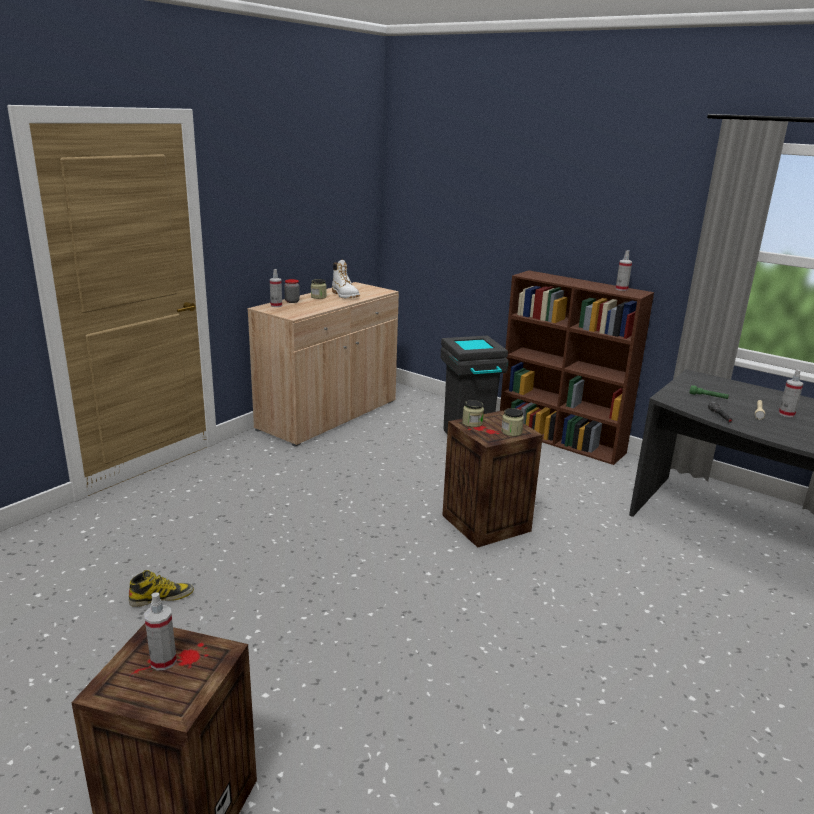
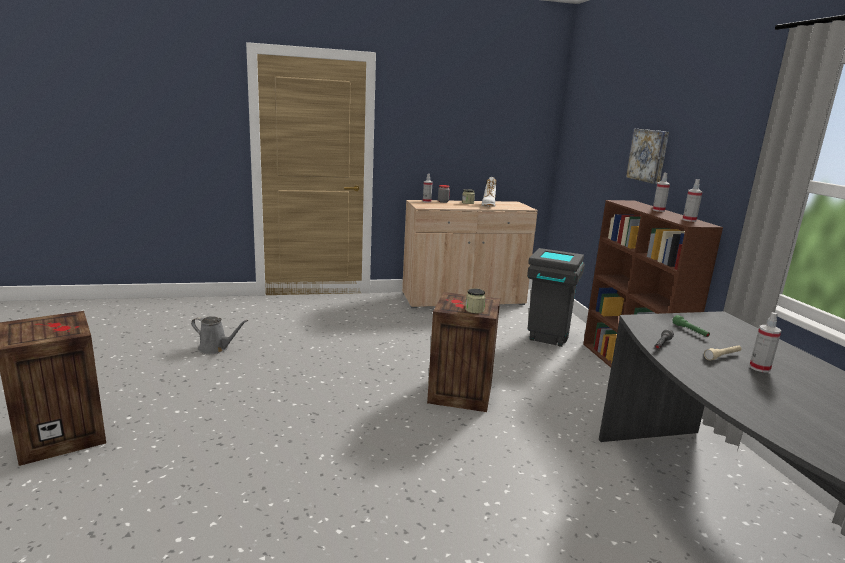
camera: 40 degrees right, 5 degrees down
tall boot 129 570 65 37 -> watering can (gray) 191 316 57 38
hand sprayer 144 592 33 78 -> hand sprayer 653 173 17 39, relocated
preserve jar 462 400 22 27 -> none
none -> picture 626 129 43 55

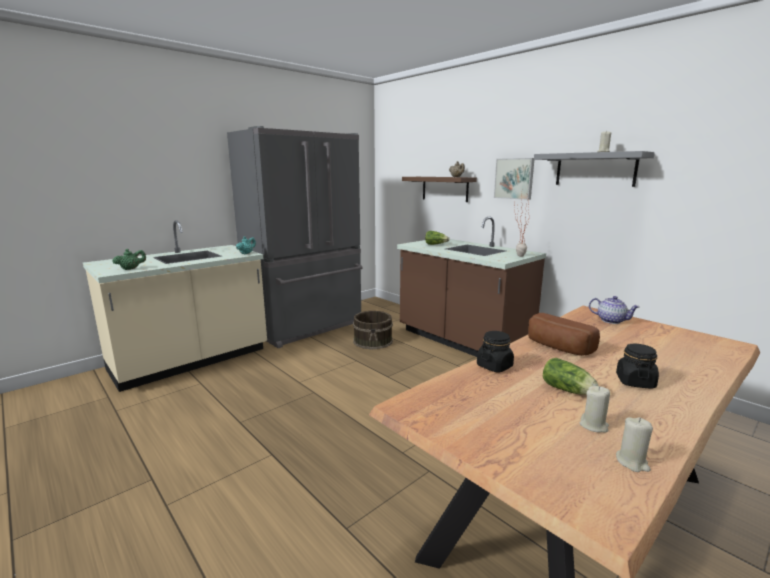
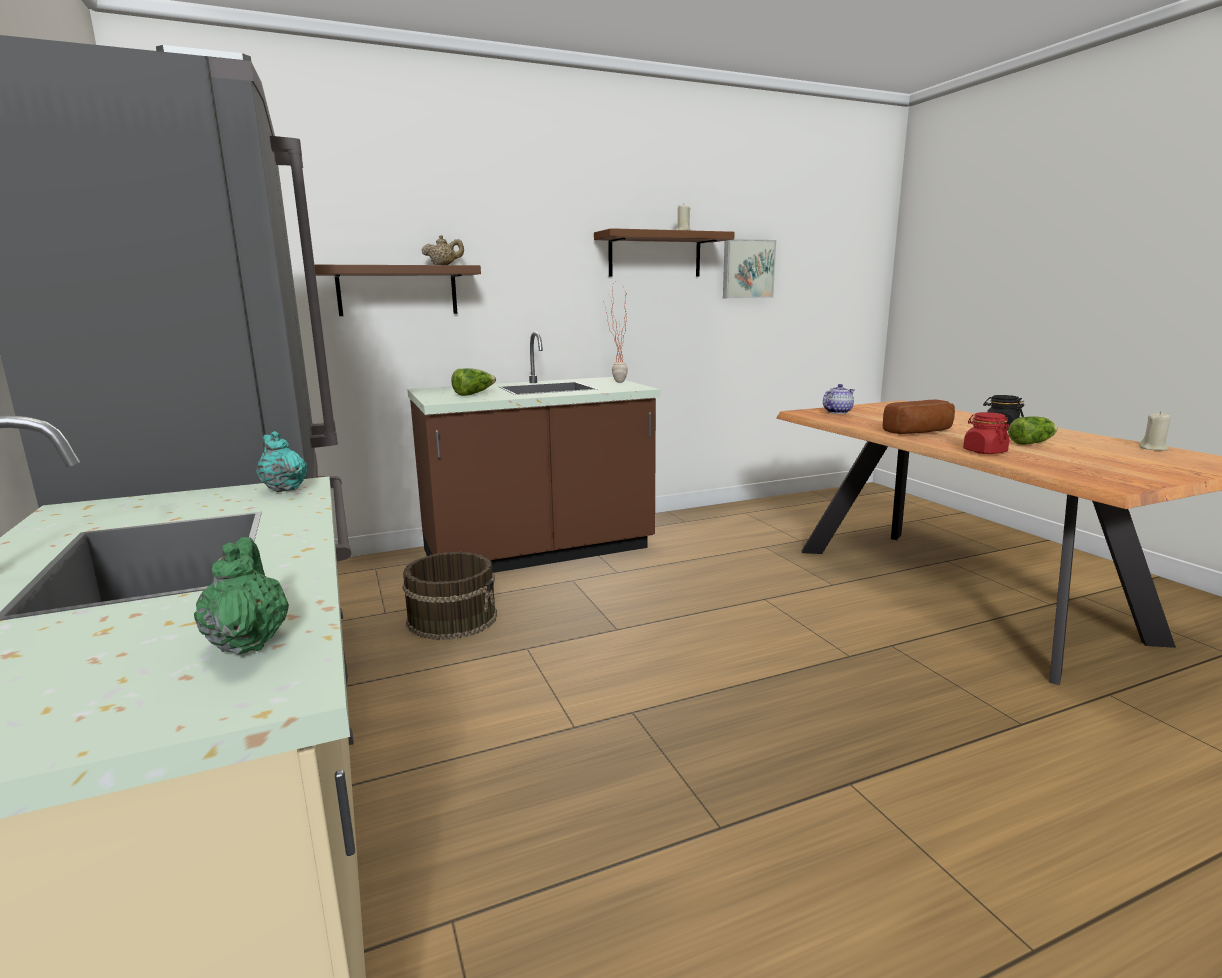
camera: 70 degrees left, 0 degrees up
preserve jar (blackish) 477 331 37 41 -> preserve jar (red) 963 412 47 42
picture 494 158 40 42 -> picture 723 239 53 59, relocated
bracket shelf (gray) 534 151 121 36 -> bracket shelf (brownish) 594 228 141 49
wax light (beige) 580 386 30 46 -> none

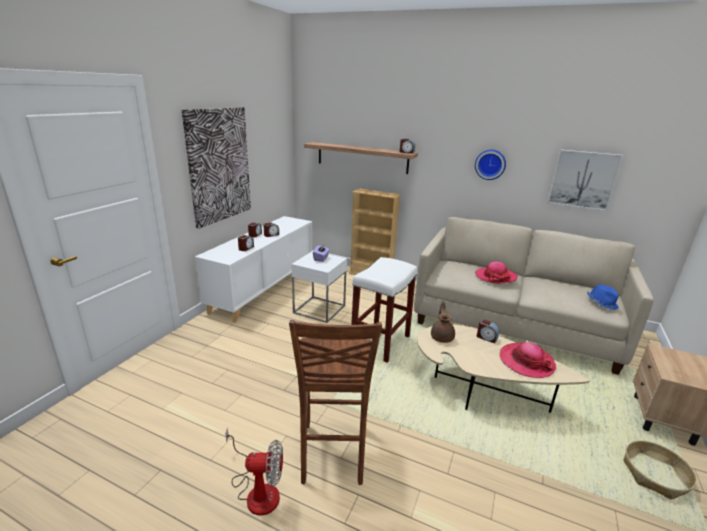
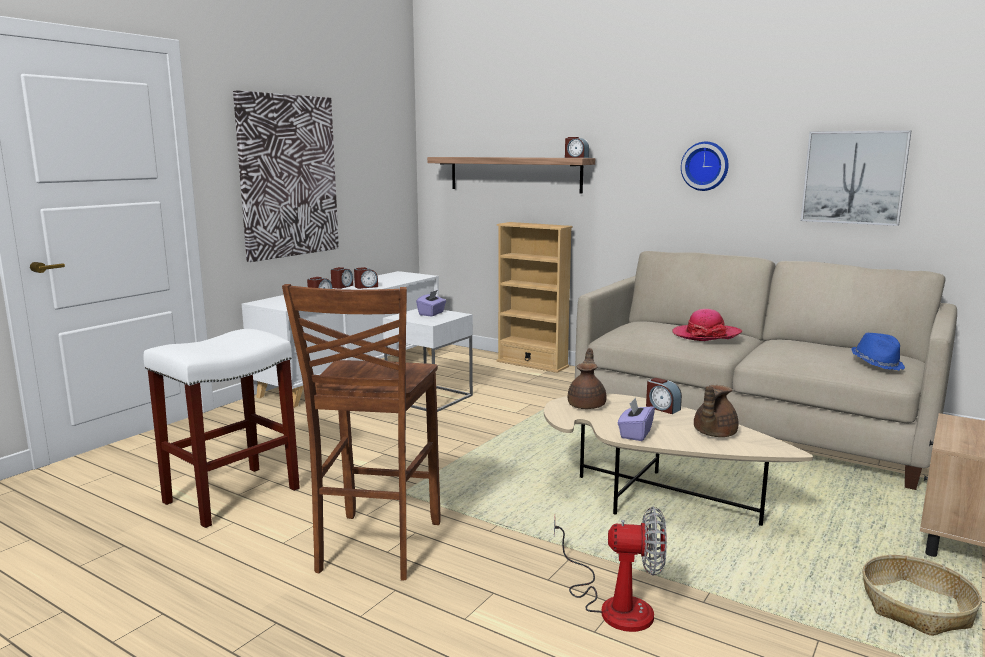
camera: 10 degrees right, 10 degrees down
cooling fan 225 428 58 88 -> cooling fan 554 506 113 126, relocated
sitting stool (whitish) 351 257 66 106 -> sitting stool (whitish) 143 329 157 199, relocated
hat 500 342 56 36 -> tea pot (brownish) 694 385 44 52
none -> box of tissues (purple-coloured) 618 397 37 44

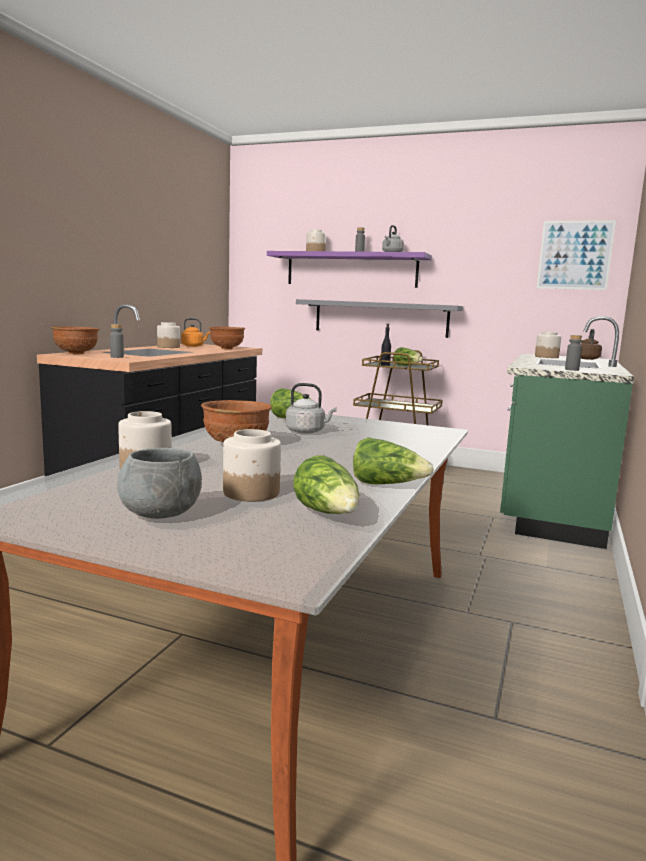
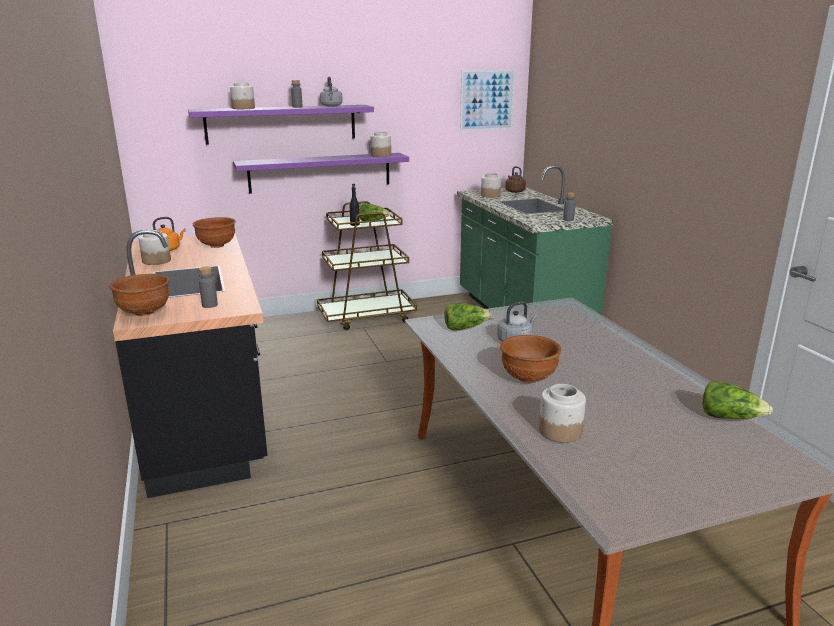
camera: 40 degrees left, 10 degrees up
serving bowl (gray) 117 448 85 71 -> none
preserve jar 223 429 58 73 -> preserve jar 371 132 20 25, relocated
bracket shelf (gray) 296 299 167 39 -> bracket shelf (purple-coloured) 233 153 176 41
lettuce head 353 437 81 48 -> none

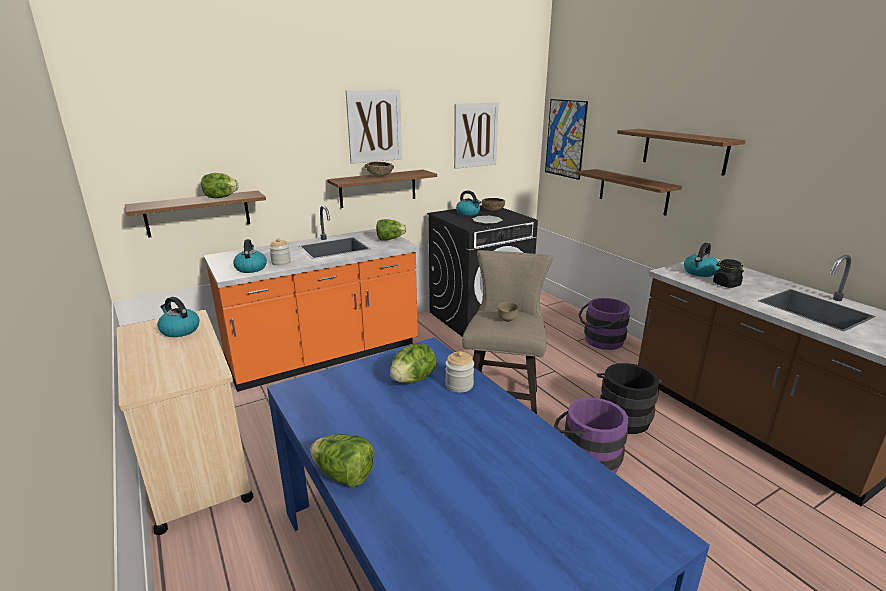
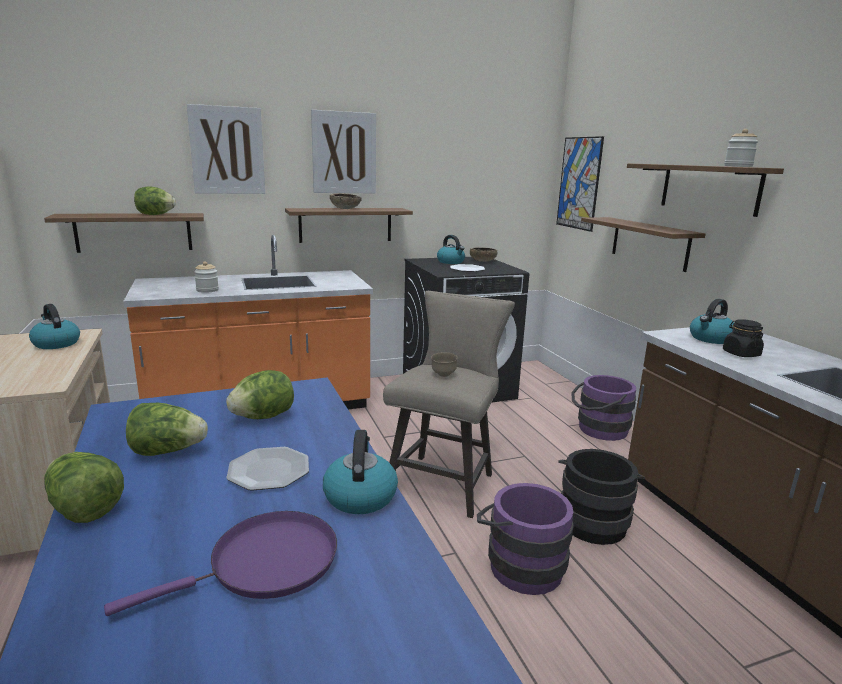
camera: 10 degrees right, 5 degrees down
kettle 233 239 34 34 -> kettle 323 430 75 84, relocated
lettuce head 376 219 30 22 -> lettuce head 126 403 82 53, relocated
preserve jar 445 351 29 42 -> preserve jar 724 129 34 38, relocated
picture 454 102 45 67 -> picture 187 104 78 90, relocated
none -> frying pan (purple-coloured) 104 511 233 105
none -> flat dish 226 447 83 44

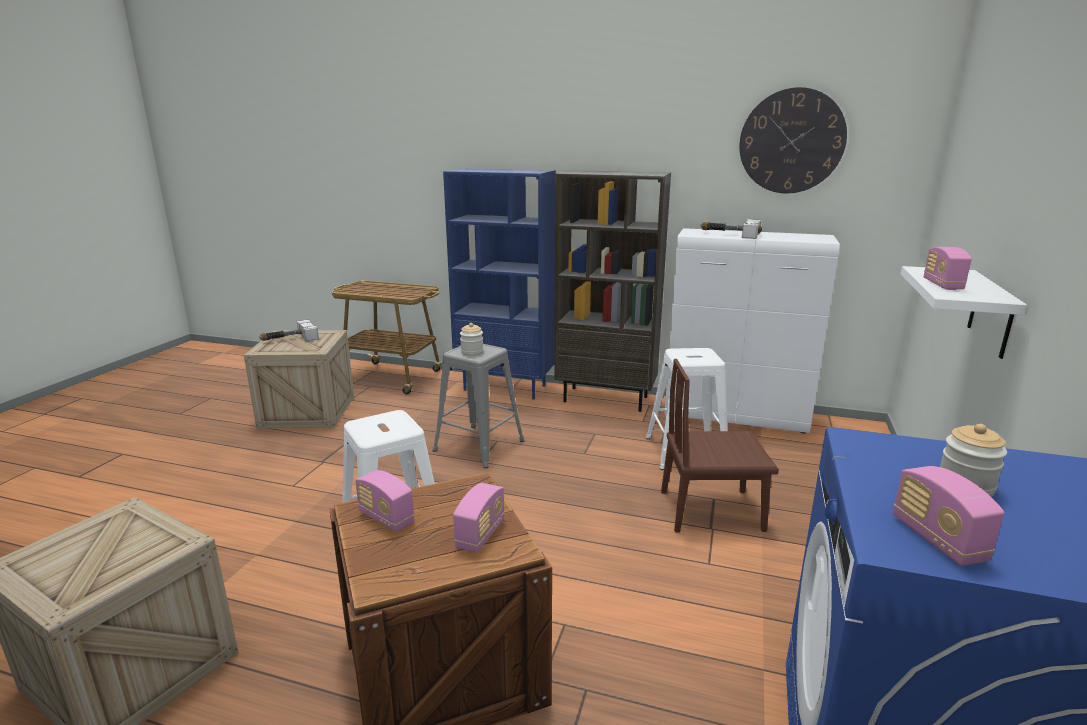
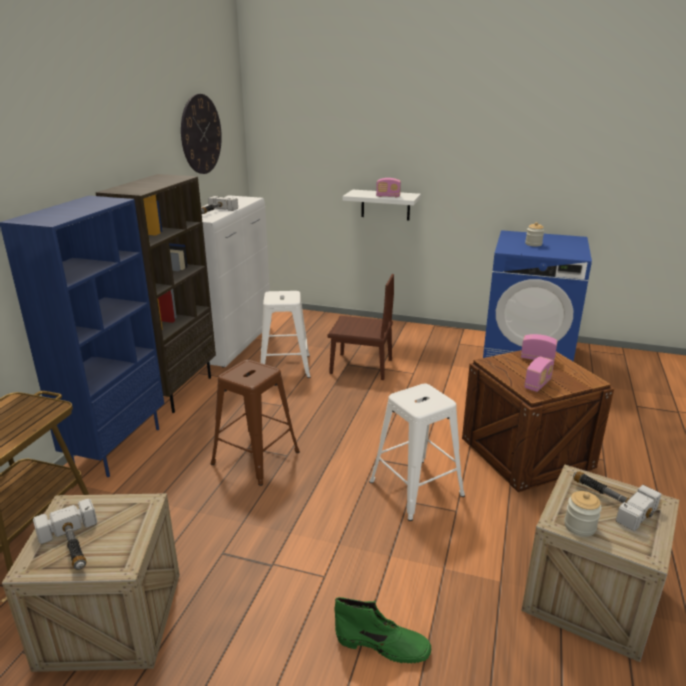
camera: 90 degrees left, 5 degrees up
sitting stool (gray) 432 344 92 124 -> sitting stool (brownish) 210 360 90 126
preserve jar 460 323 23 33 -> preserve jar 564 491 38 46, relocated
chair (brownish) 661 359 118 173 -> chair (brownish) 328 274 66 106, 75 degrees counterclockwise
radio receiver 893 466 111 100 -> none
none -> tall boot (greenish) 334 597 97 66
none -> tool hammer 573 471 88 60

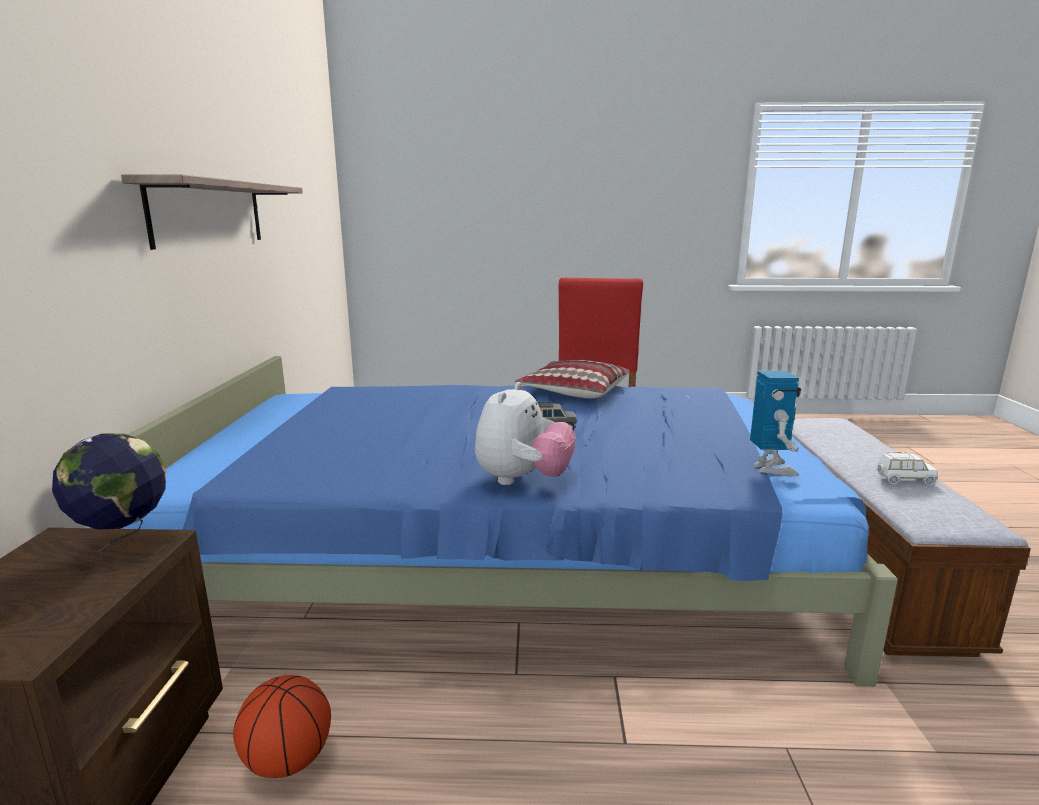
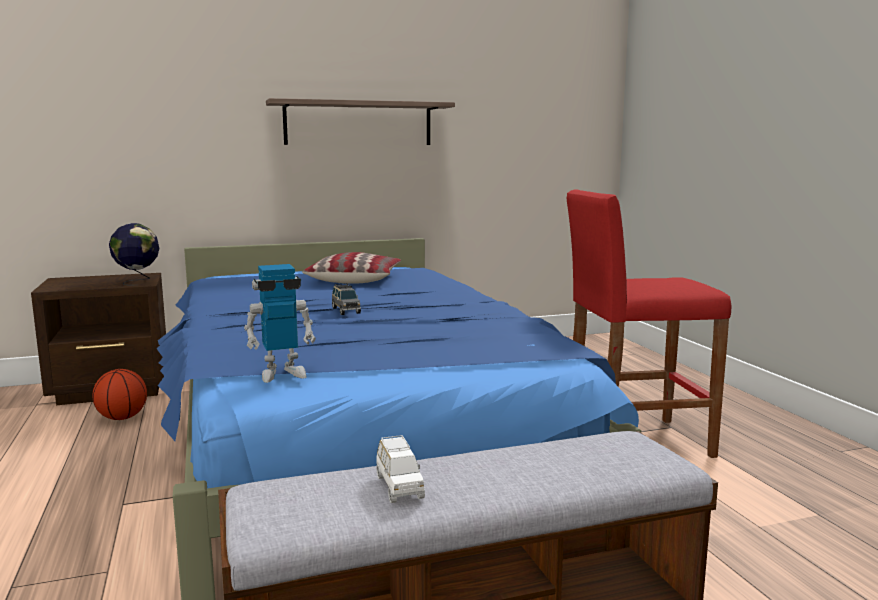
camera: 70 degrees right, 5 degrees down
plush toy 475 382 101 103 -> none
throw pillow 515 360 115 39 -> throw pillow 302 252 99 32, relocated

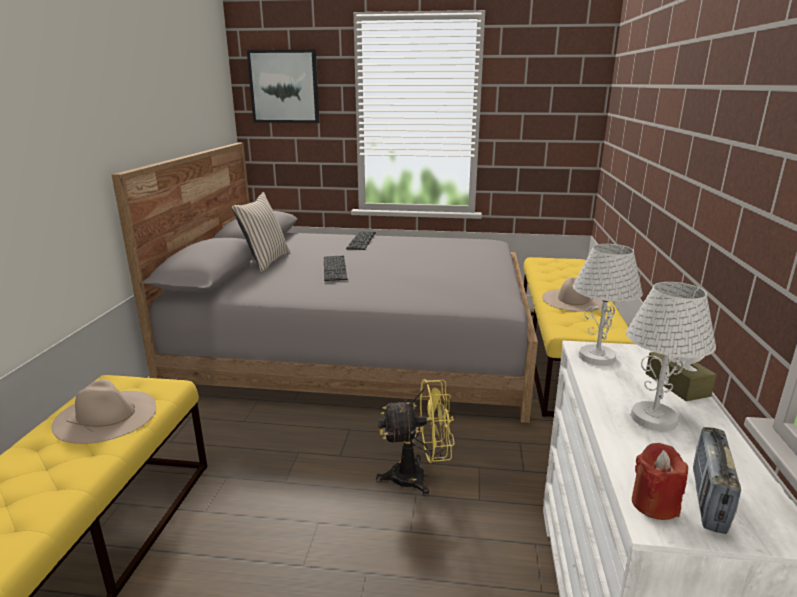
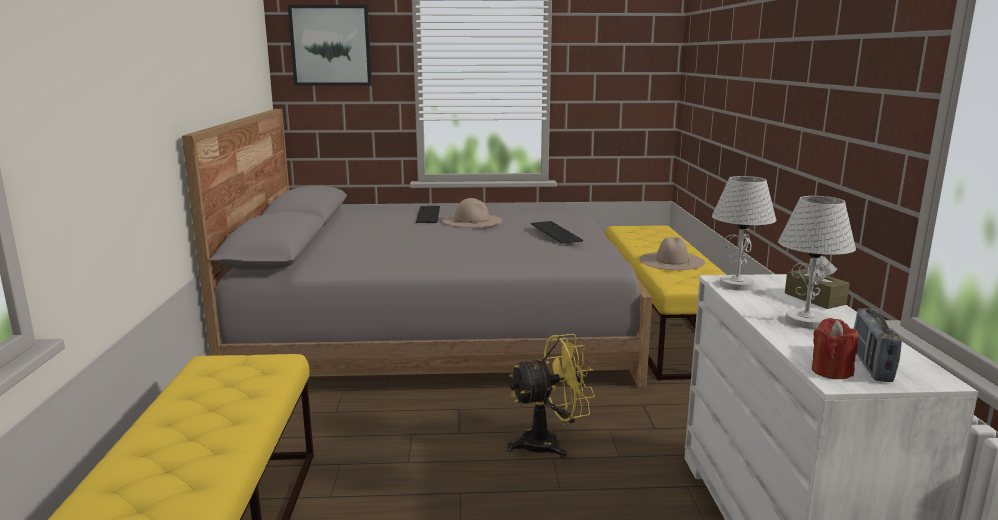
camera: 10 degrees left, 5 degrees down
hat (beige) 51 379 105 65 -> hat (beige) 442 198 60 29, relocated
throw pillow (beige) 231 192 59 80 -> none
computer keyboard 324 256 23 25 -> computer keyboard 531 221 52 22, relocated

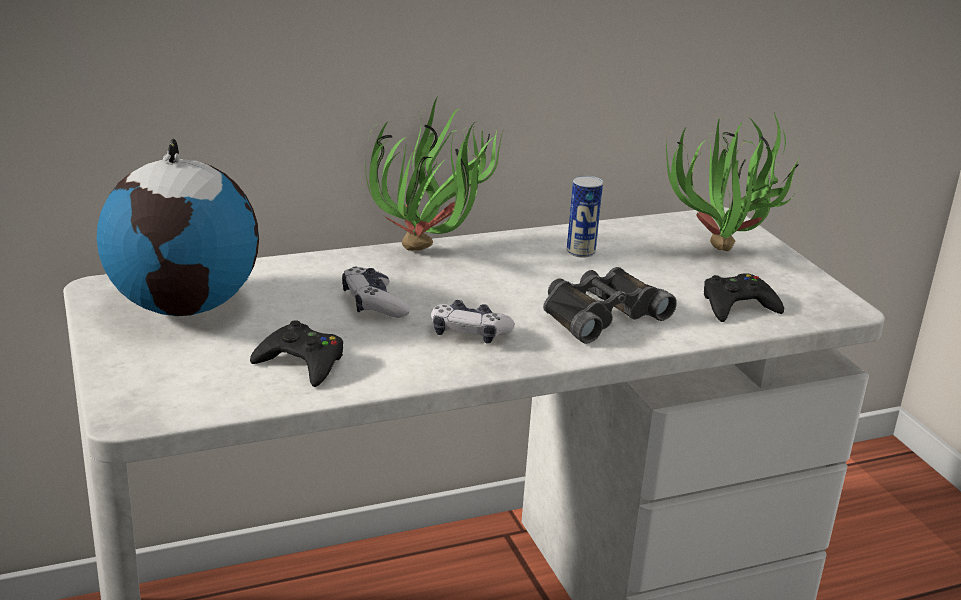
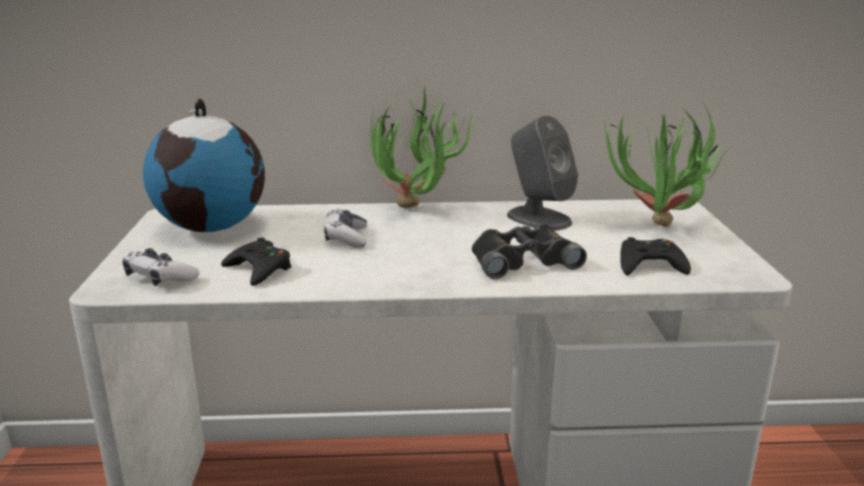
camera: 20 degrees right, 5 degrees down
gamepad 431 300 84 44 -> gamepad 122 248 78 38, relocated
sealed can 567 176 36 82 -> loudspeaker (gray) 507 116 71 115

